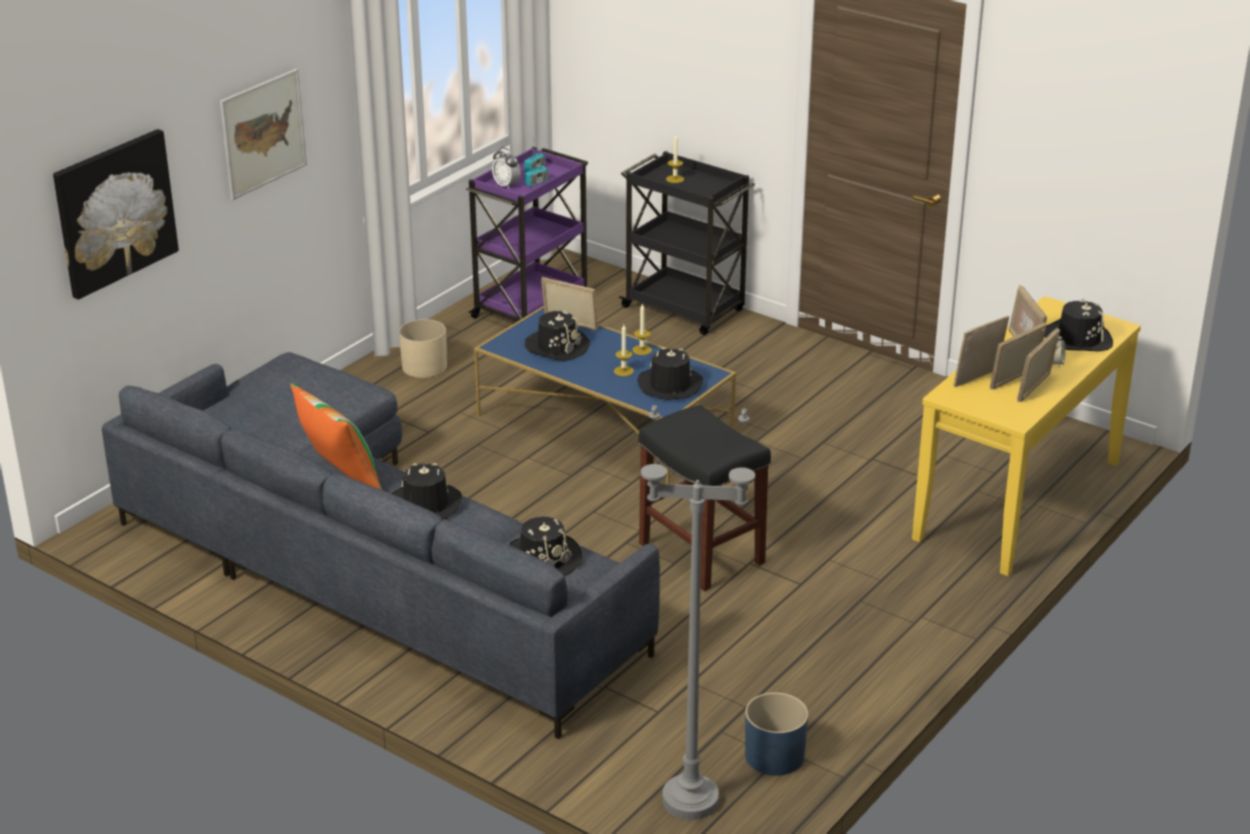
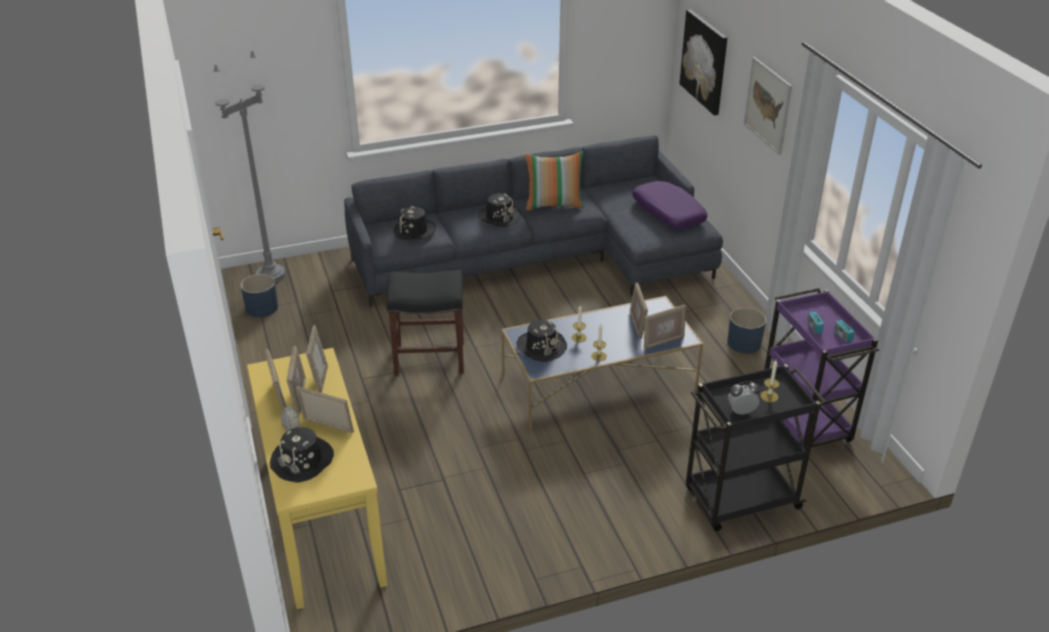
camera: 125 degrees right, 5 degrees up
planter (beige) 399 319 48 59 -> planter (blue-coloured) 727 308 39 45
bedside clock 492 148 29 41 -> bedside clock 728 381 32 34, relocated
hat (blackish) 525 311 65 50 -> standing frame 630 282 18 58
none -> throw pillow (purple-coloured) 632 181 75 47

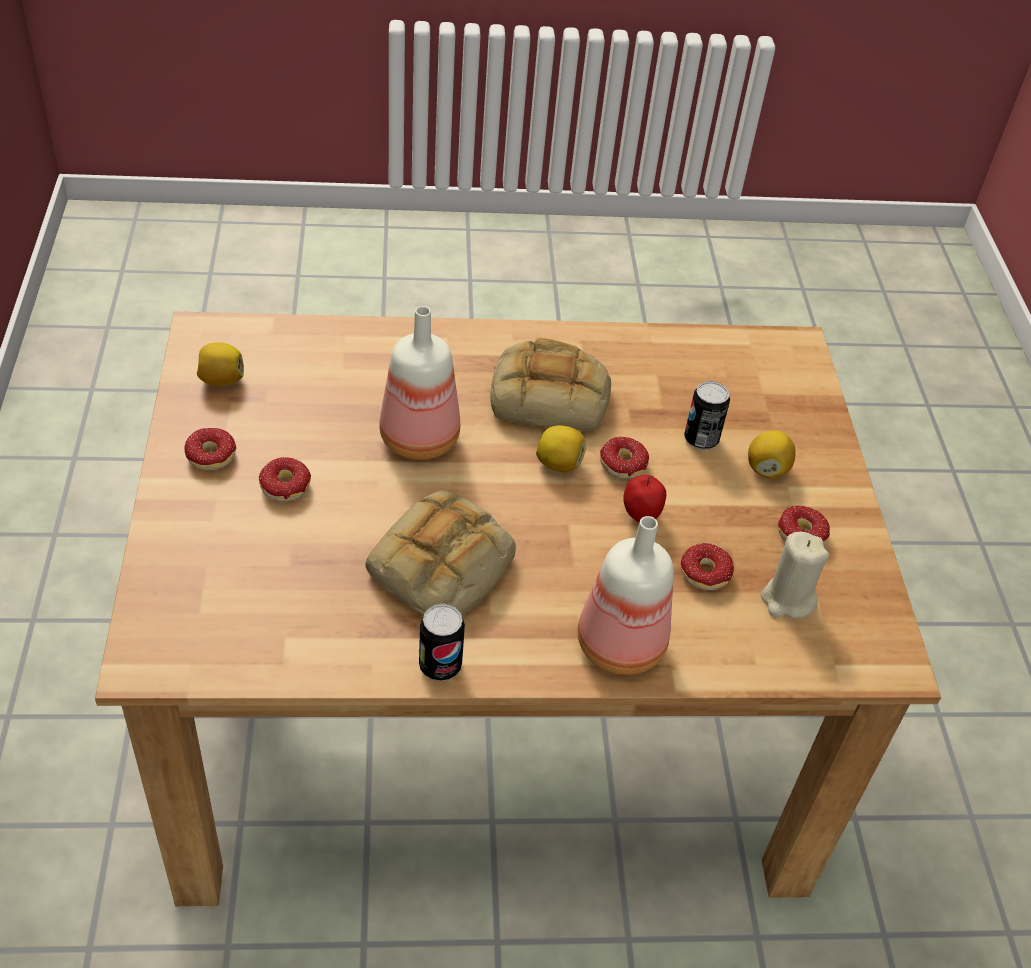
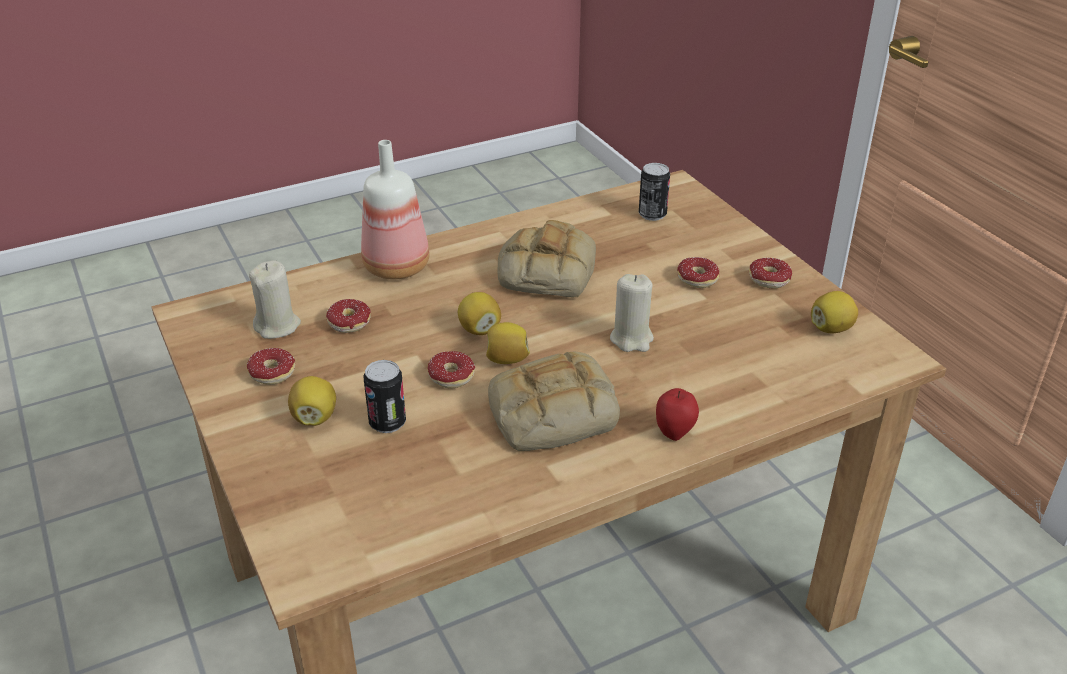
camera: 160 degrees right, 10 degrees down
bottle 379 306 81 154 -> wax light (beige) 610 274 44 78
sealed can 419 604 46 77 -> sealed can 639 163 31 58, relocated
apple 623 475 43 47 -> apple 656 388 43 53, relocated
none -> lemon 458 292 43 43

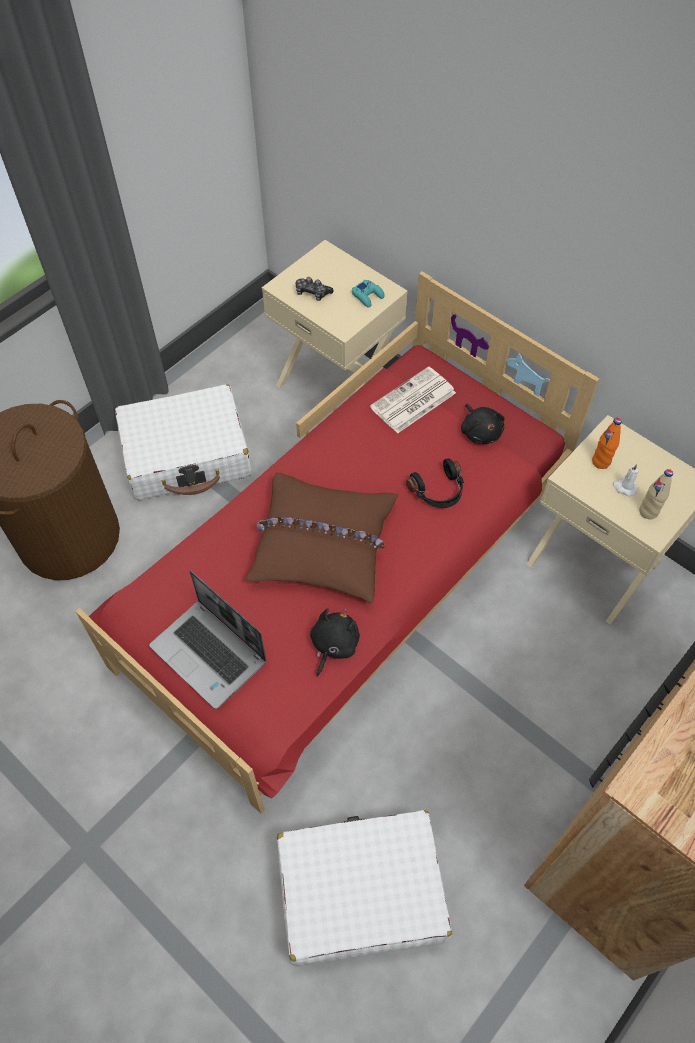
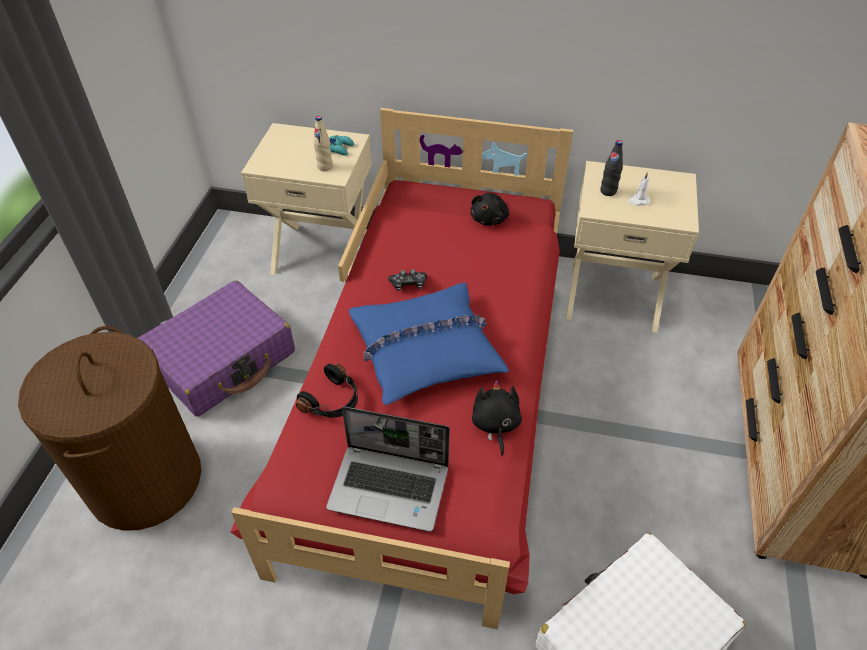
camera: 30 degrees left, 10 degrees down
piece of luggage (whitish) 115 384 137 116 -> piece of luggage (purple-coloured) 137 280 158 137
throw pillow (brownish) 246 473 152 131 -> throw pillow (blue-coloured) 349 283 160 122
gamepad 296 277 38 24 -> gamepad 388 269 39 22, relocated
daily paper 370 366 86 67 -> none
pair of headphones (blackish) 406 458 58 50 -> pair of headphones (blackish) 296 363 62 55, relocated
plush toy (blackish) 461 404 44 40 -> plush toy (blackish) 471 193 38 32, 75 degrees clockwise
bottle (orangey) 592 418 30 51 -> bottle (blackish) 600 140 23 56
bottle (beige) 639 469 34 50 -> bottle (beige) 313 116 20 55, relocated

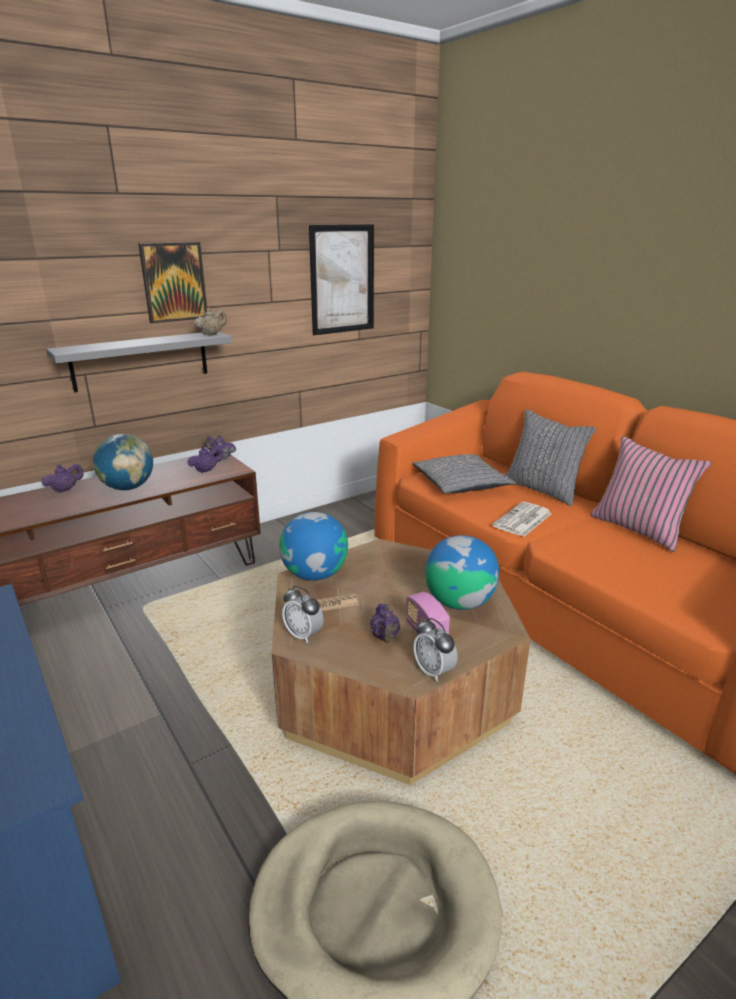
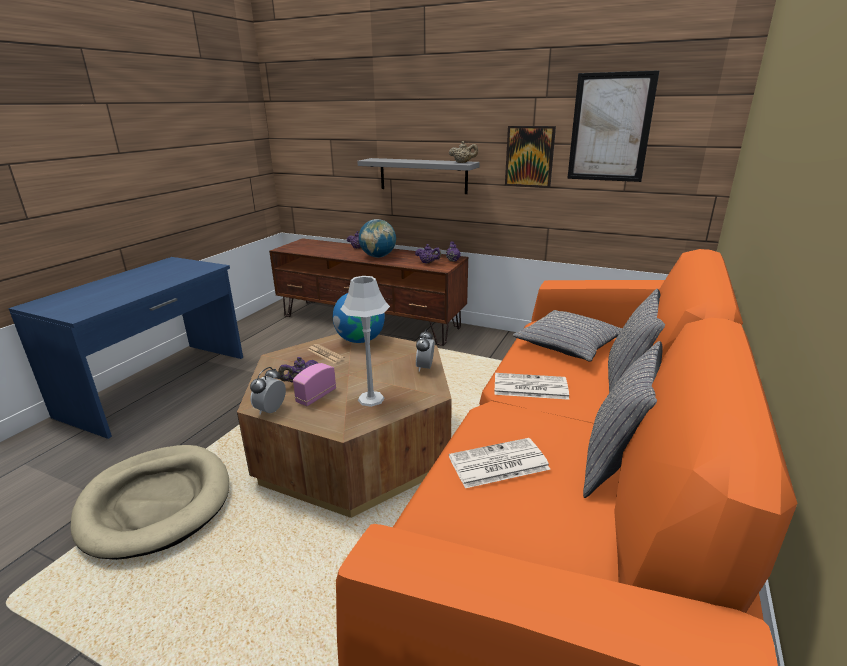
camera: 60 degrees right, 0 degrees up
picture 139 242 68 81 -> picture 505 126 51 62, relocated
bedside clock 282 586 42 57 -> bedside clock 416 329 19 43, relocated
globe 425 535 74 75 -> lamp for a table (gray) 340 276 50 131
throw pillow (pink-coloured) 590 436 122 116 -> throw pillow (gray) 583 341 80 157
none -> daily paper 449 438 102 50

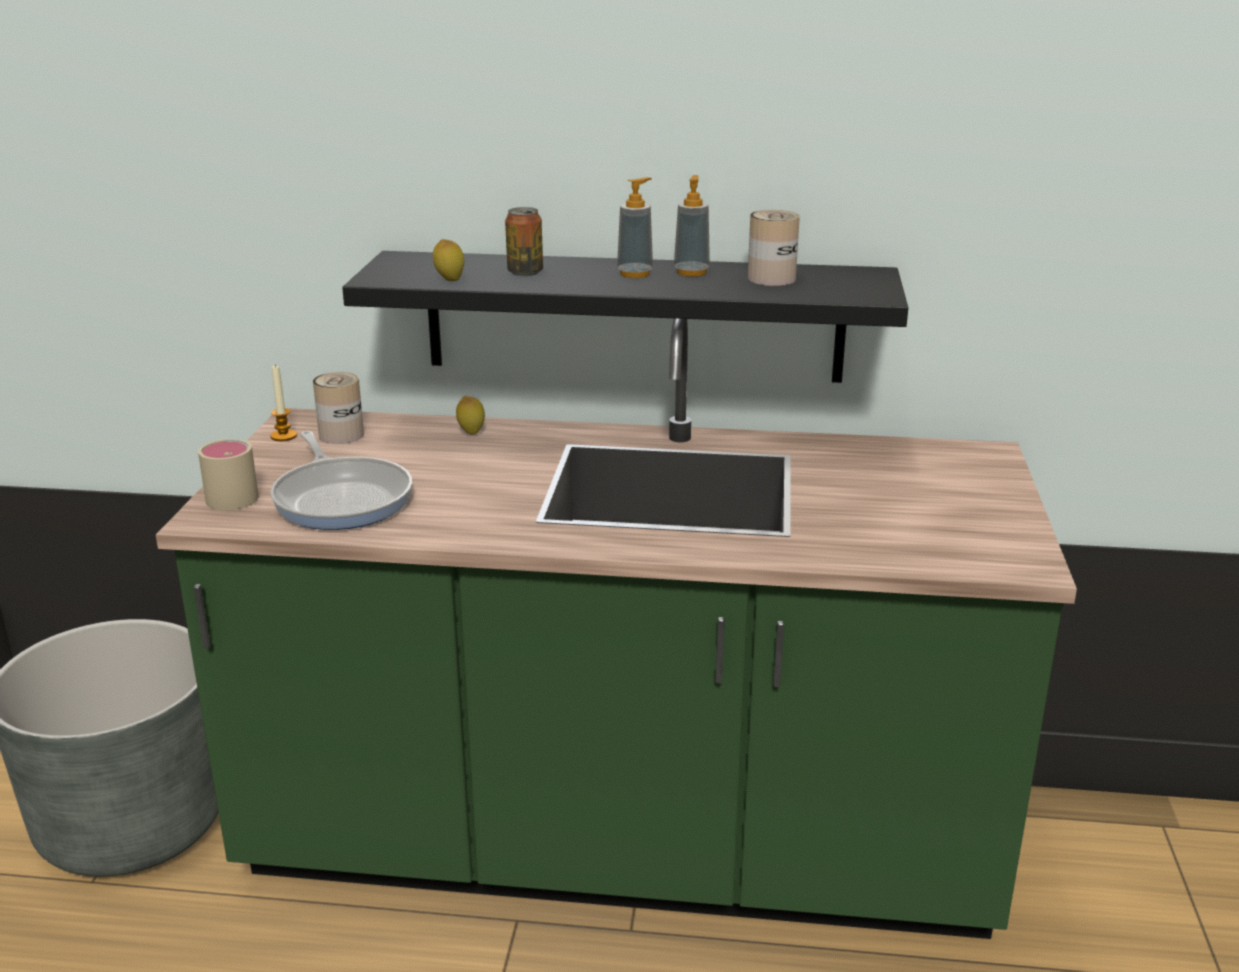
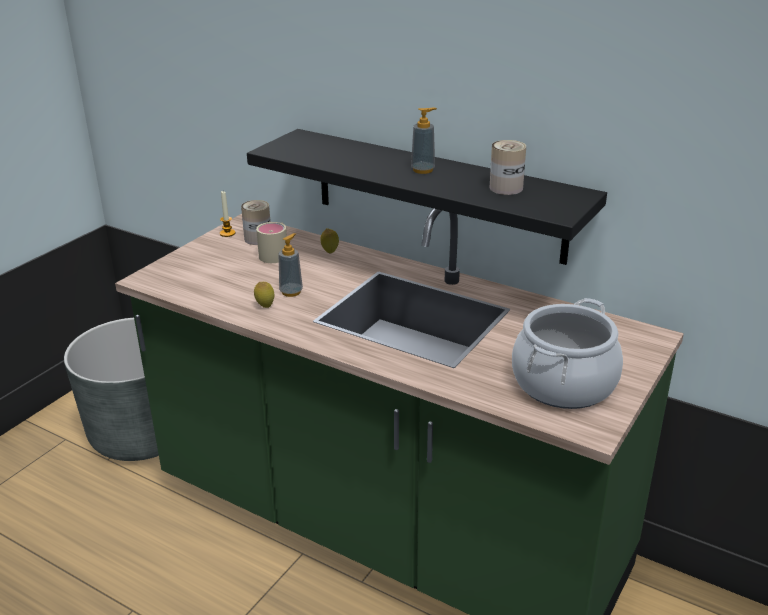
camera: 25 degrees right, 5 degrees up
coffee mug (beige) 198 439 61 71 -> coffee mug (beige) 256 222 31 41, relocated
frying pan 270 431 142 99 -> none
lemon 433 239 31 42 -> lemon 254 282 20 26, relocated
sealed can 505 207 38 69 -> none
liquid soap bottle 674 175 36 102 -> liquid soap bottle 279 233 24 64, relocated
none -> cooking pot 512 298 111 111

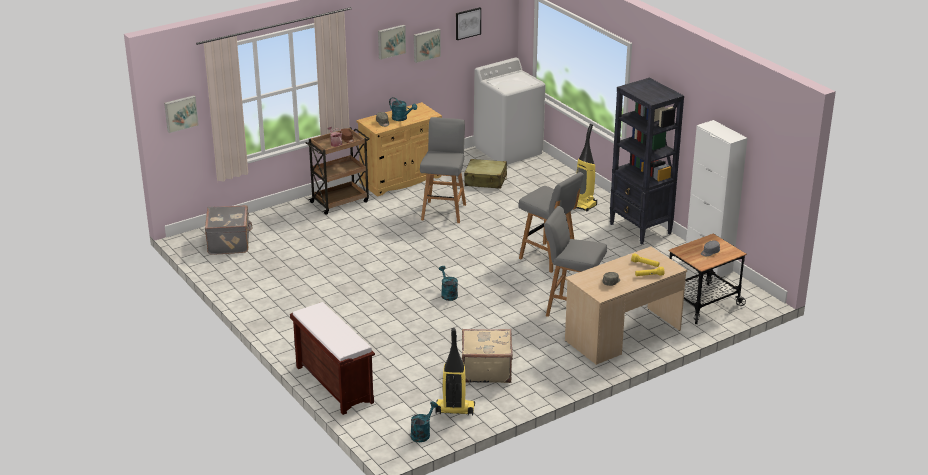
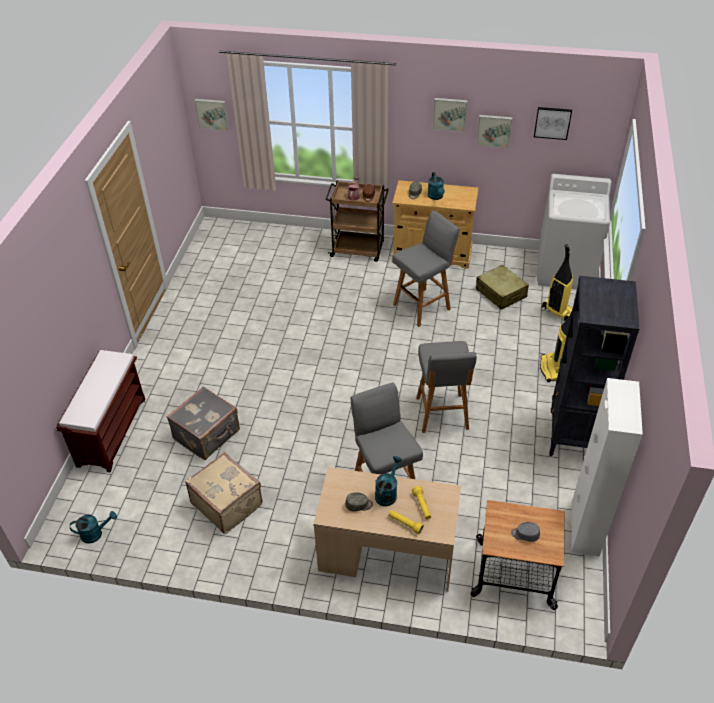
camera: 45 degrees right, 15 degrees up
piece of luggage (gray) 205 205 48 49 -> piece of luggage (gray) 167 386 73 74, relocated
vacuum 435 328 40 88 -> vacuum 542 244 31 77, relocated
watering can (blue-green) 439 266 19 35 -> watering can (blue-green) 375 456 27 50, relocated

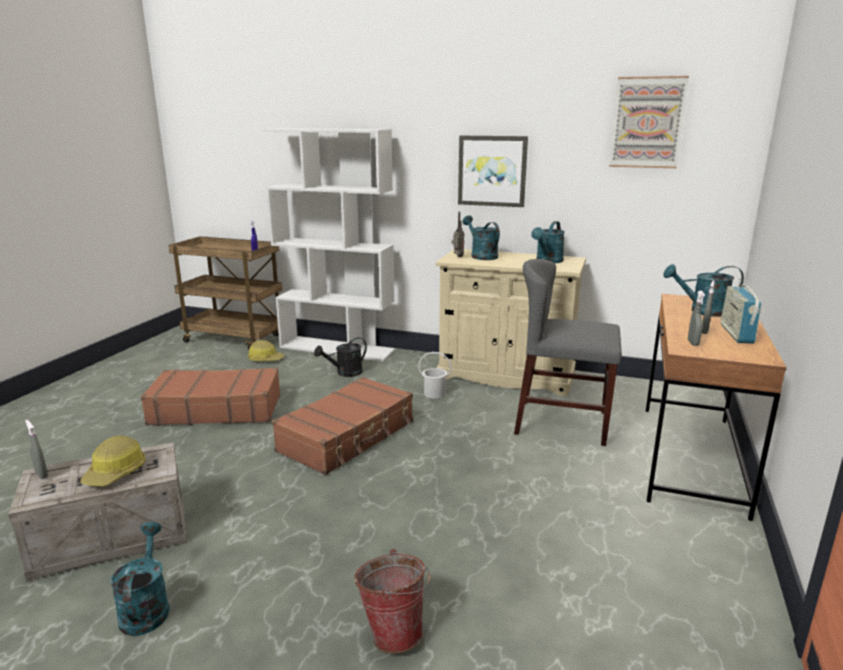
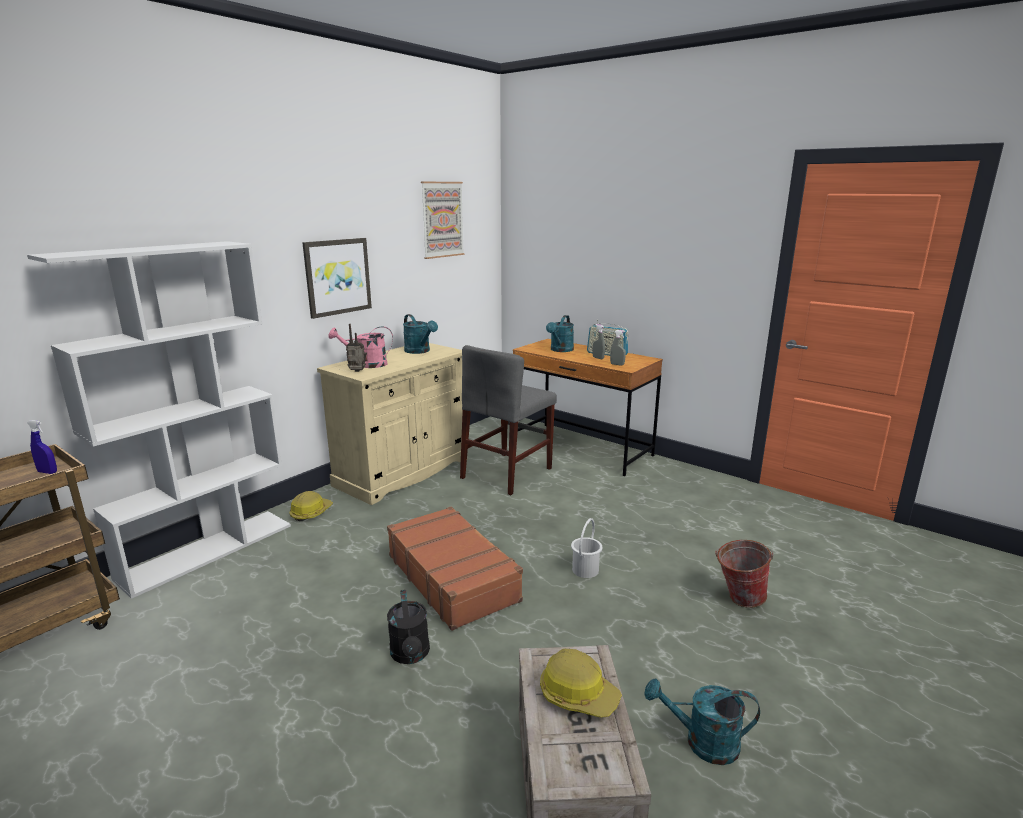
camera: 70 degrees left, 0 degrees up
hand sprayer (gray) 25 420 23 59 -> none
piece of luggage (brownish) 140 368 140 58 -> none
safety helmet 248 340 36 21 -> safety helmet 289 491 44 30, relocated
watering can (blackish) 314 337 53 40 -> watering can (blackish) 387 590 43 74, relocated
pail (whitish) 418 352 33 47 -> pail (whitish) 571 518 31 60, relocated
watering can (blue-green) 463 215 37 45 -> watering can (pink-coloured) 328 326 65 42

